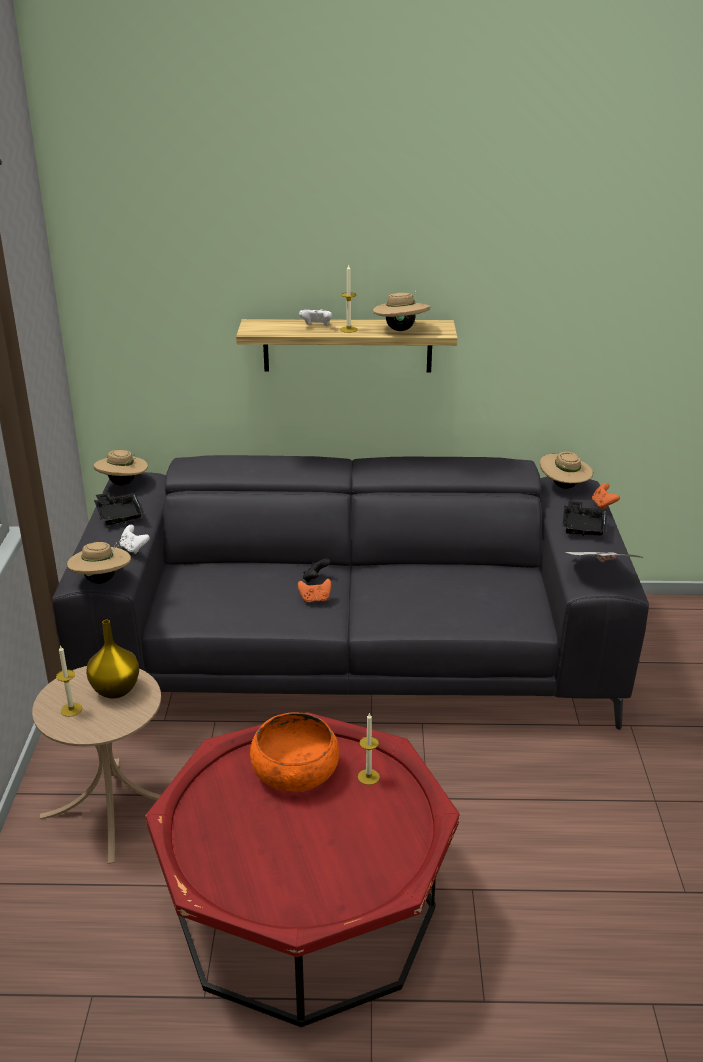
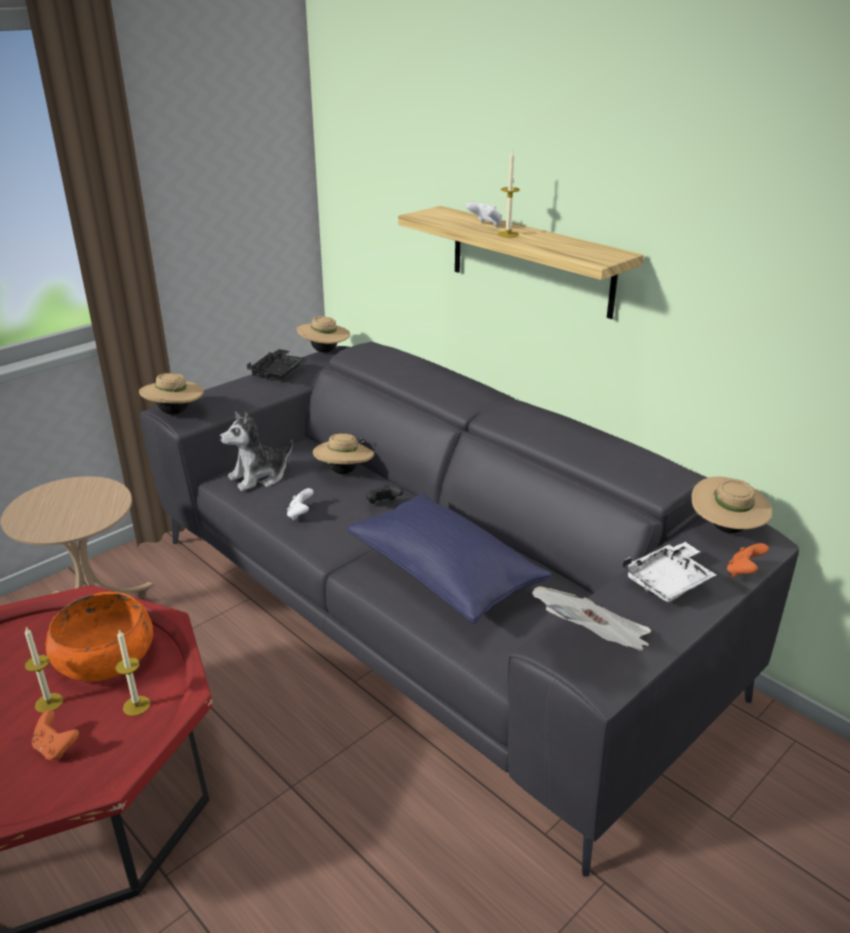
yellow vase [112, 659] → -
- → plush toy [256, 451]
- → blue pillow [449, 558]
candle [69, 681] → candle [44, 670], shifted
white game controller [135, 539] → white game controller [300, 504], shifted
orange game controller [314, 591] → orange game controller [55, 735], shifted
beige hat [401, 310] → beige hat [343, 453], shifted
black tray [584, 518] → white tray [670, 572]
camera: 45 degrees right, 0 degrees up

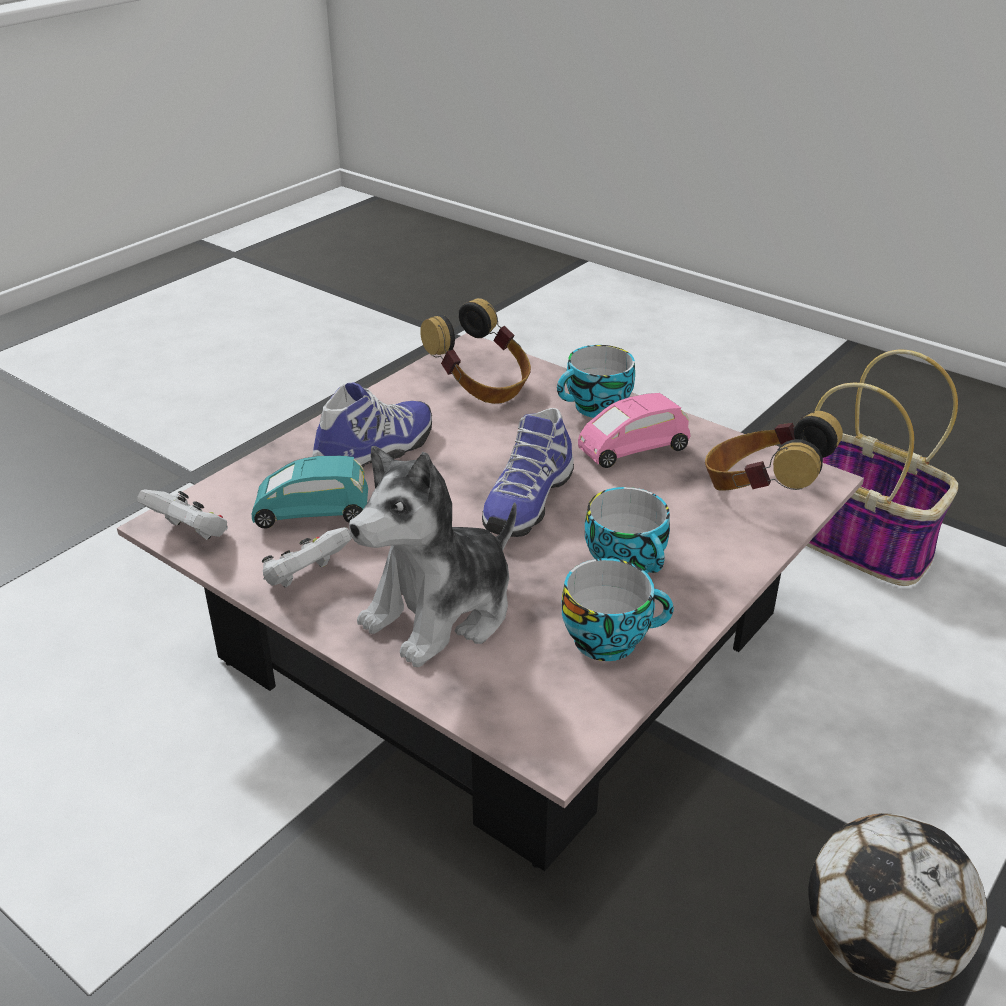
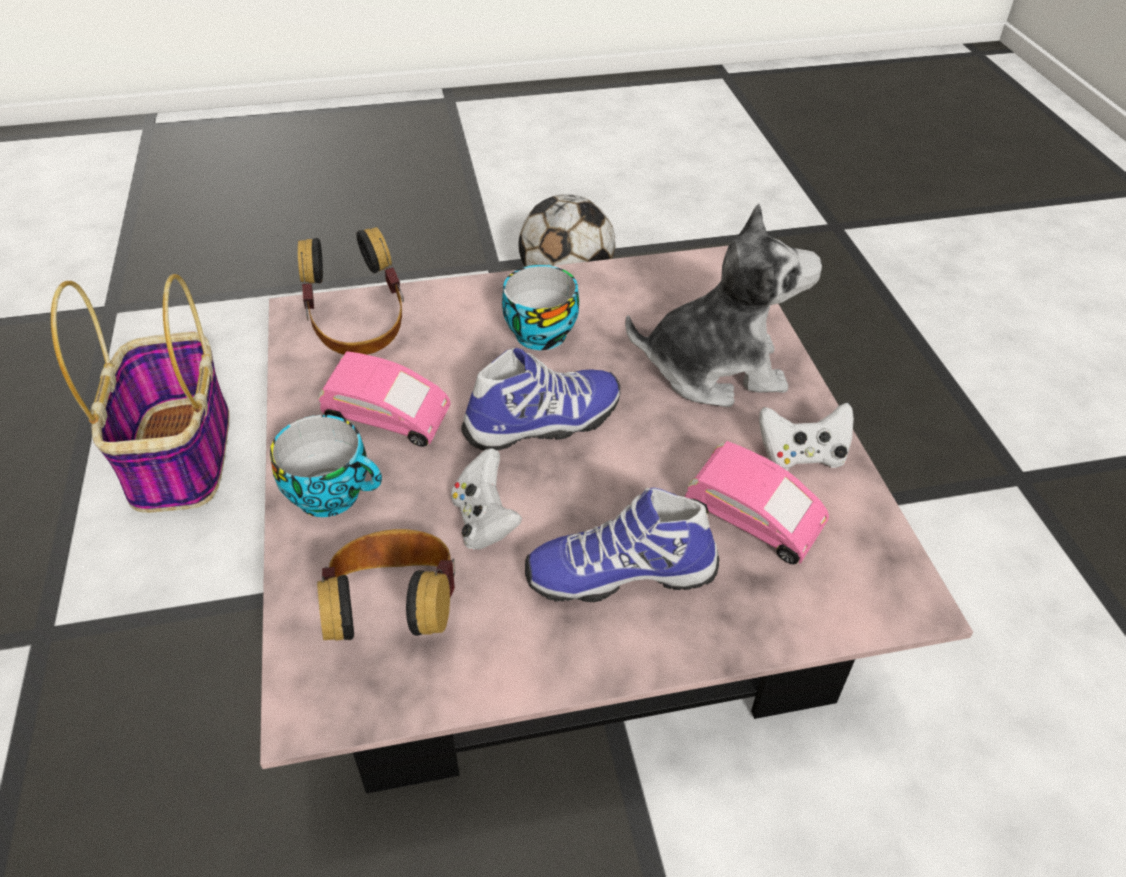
cup [618, 609] → -
white game controller [182, 514] → white game controller [486, 499], shifted
turquoise toy car [310, 492] → pink toy car [757, 502]
camera: 140 degrees left, 10 degrees up

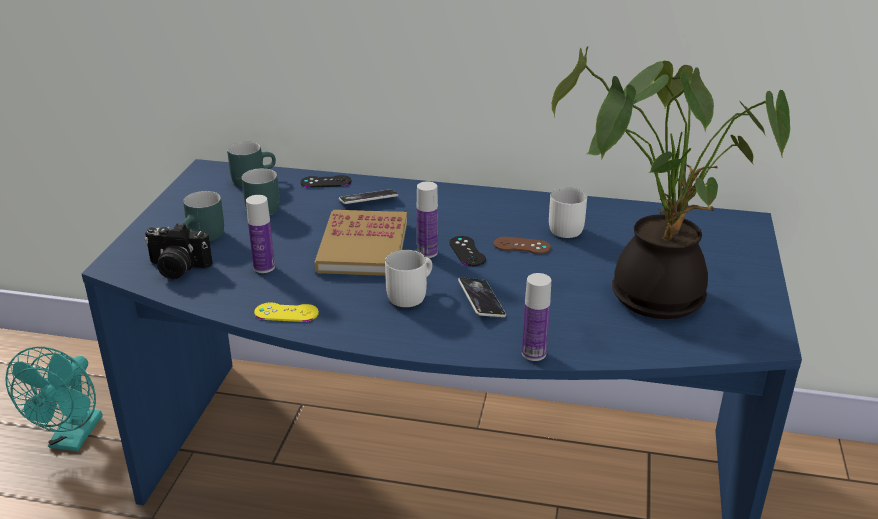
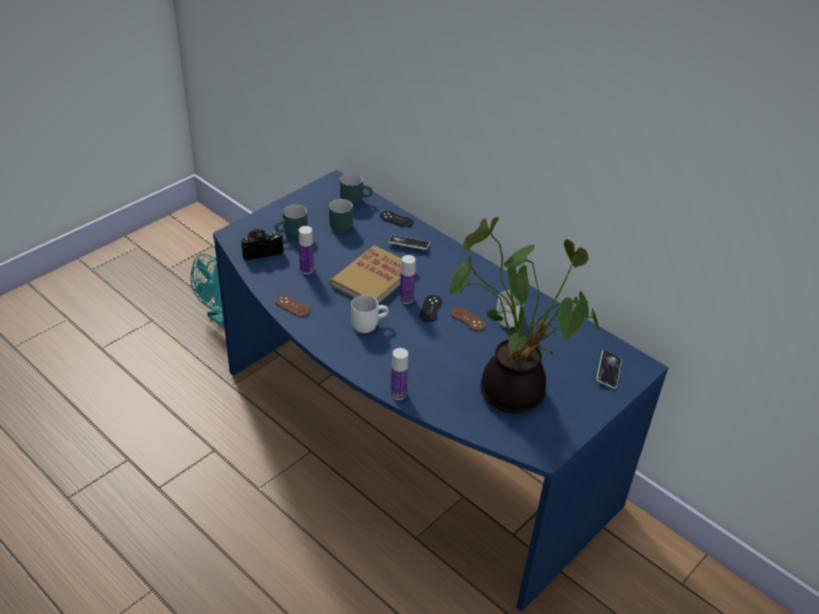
phone [482, 297] → phone [609, 369], shifted
yellow game controller [286, 312] → brown game controller [292, 306]
photo camera [178, 251] → photo camera [262, 244], 120 degrees clockwise
camera: 30 degrees right, 10 degrees up

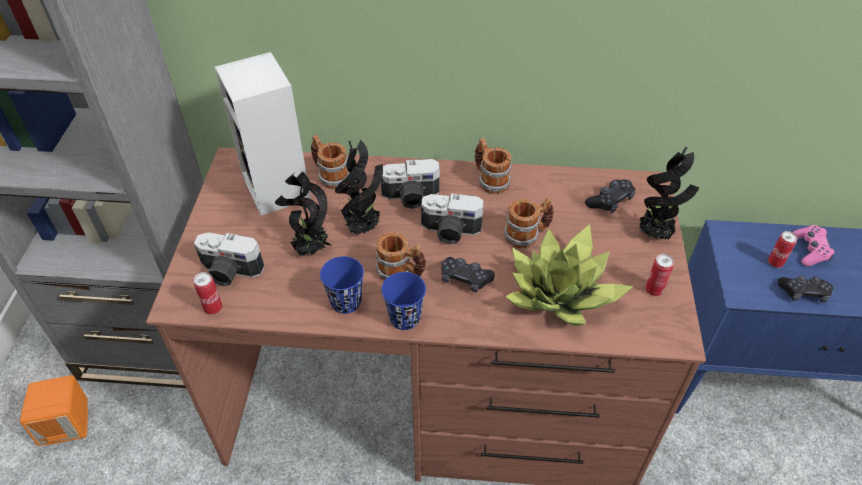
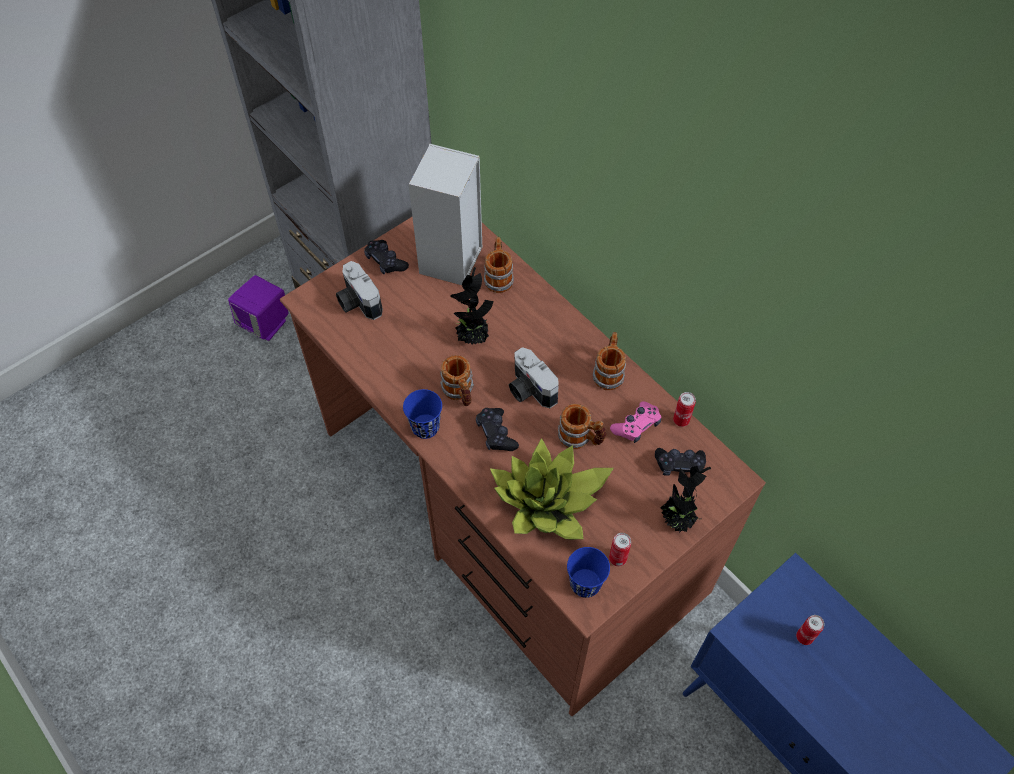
potted plant [304, 213] → -
photo camera [410, 184] → -
can [207, 293] → can [684, 409], shifted
blue cup [342, 285] → blue cup [588, 572], shifted
black game controller [805, 289] → black game controller [386, 257], shifted
pink game controller [813, 245] → pink game controller [635, 422], shifted
orange speaker [54, 410] → purple speaker [258, 308]
camera: 45 degrees right, 10 degrees up

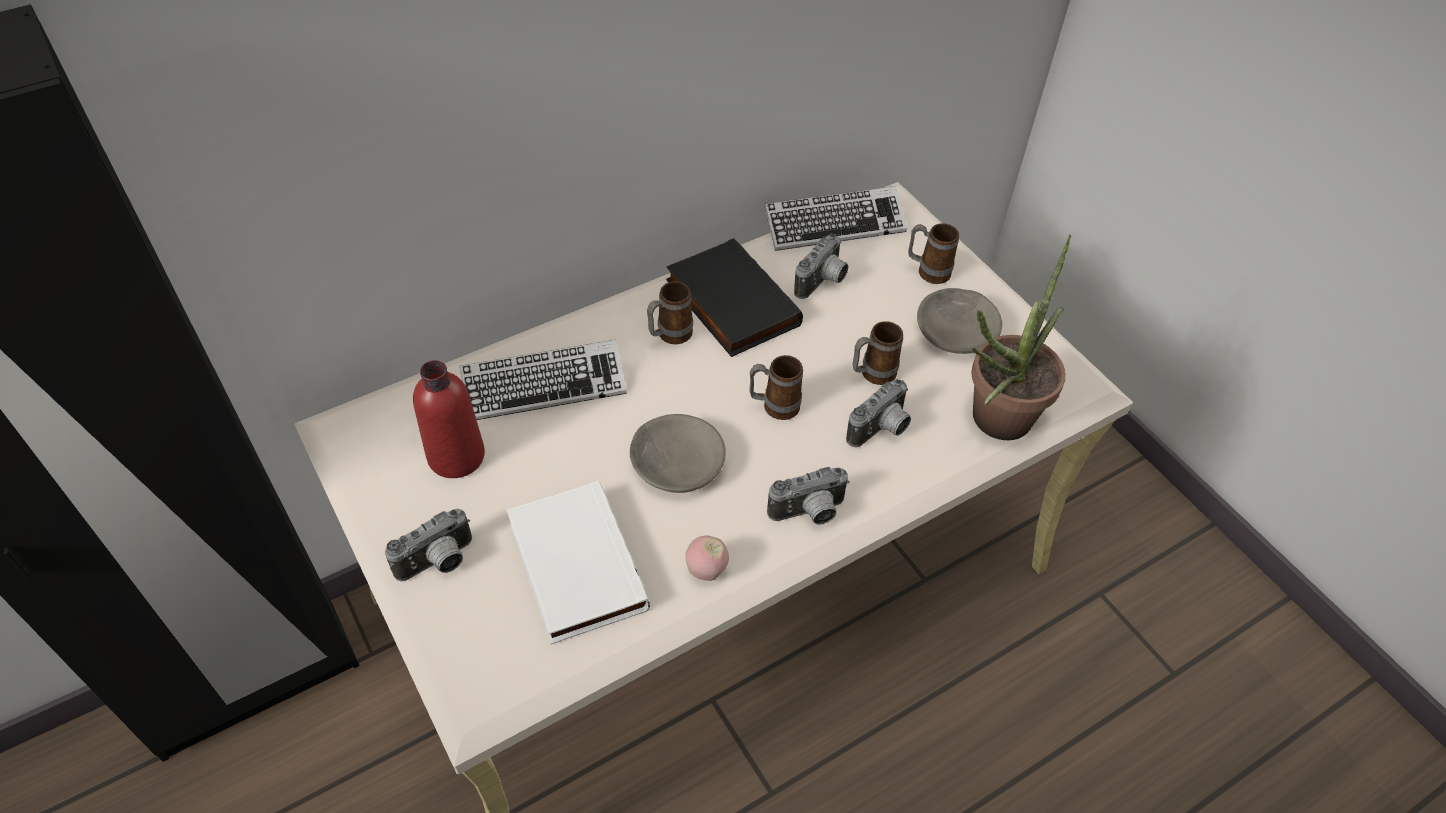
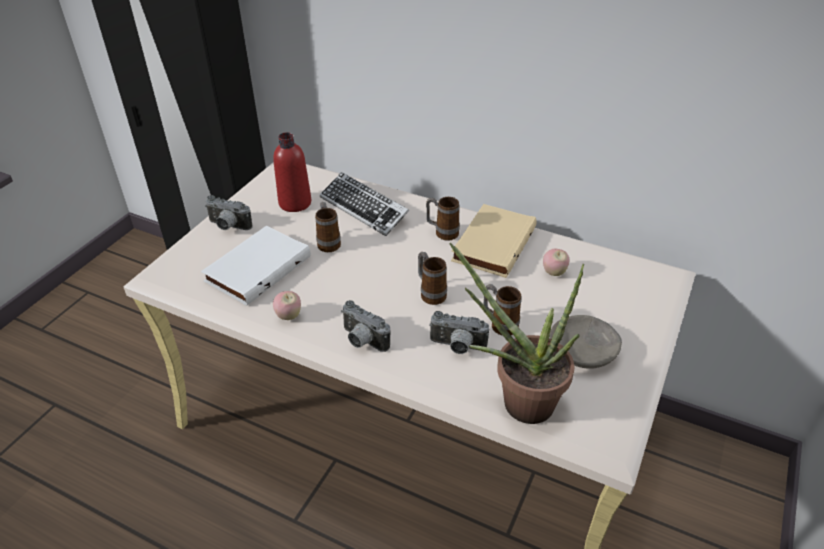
grey bowl [678, 453] → -
keyboard [835, 218] → -
mug [933, 253] → mug [328, 227], shifted
photo camera [821, 266] → apple [556, 262]
black book [734, 297] → beige book [494, 241]
camera: 60 degrees right, 10 degrees down

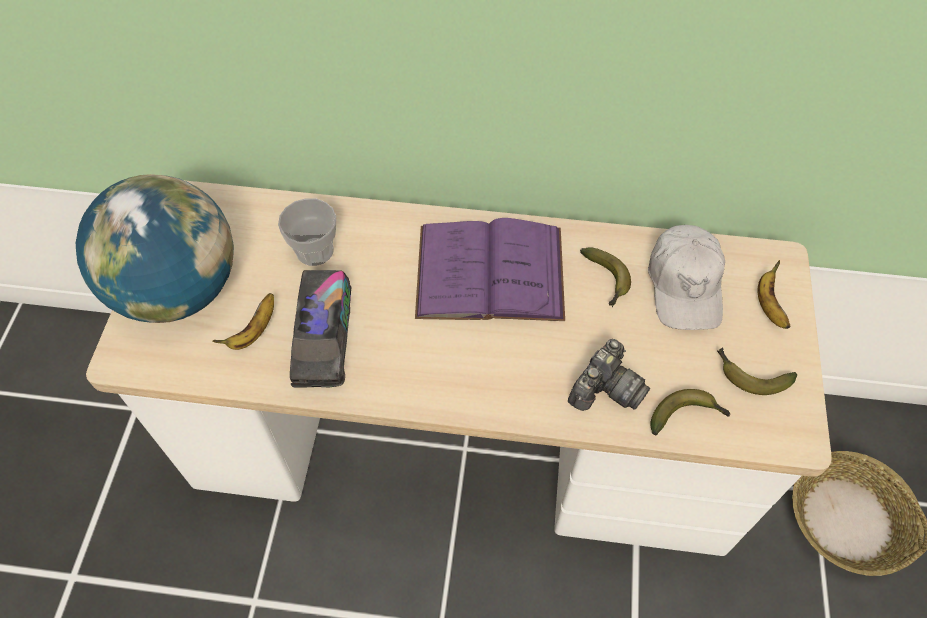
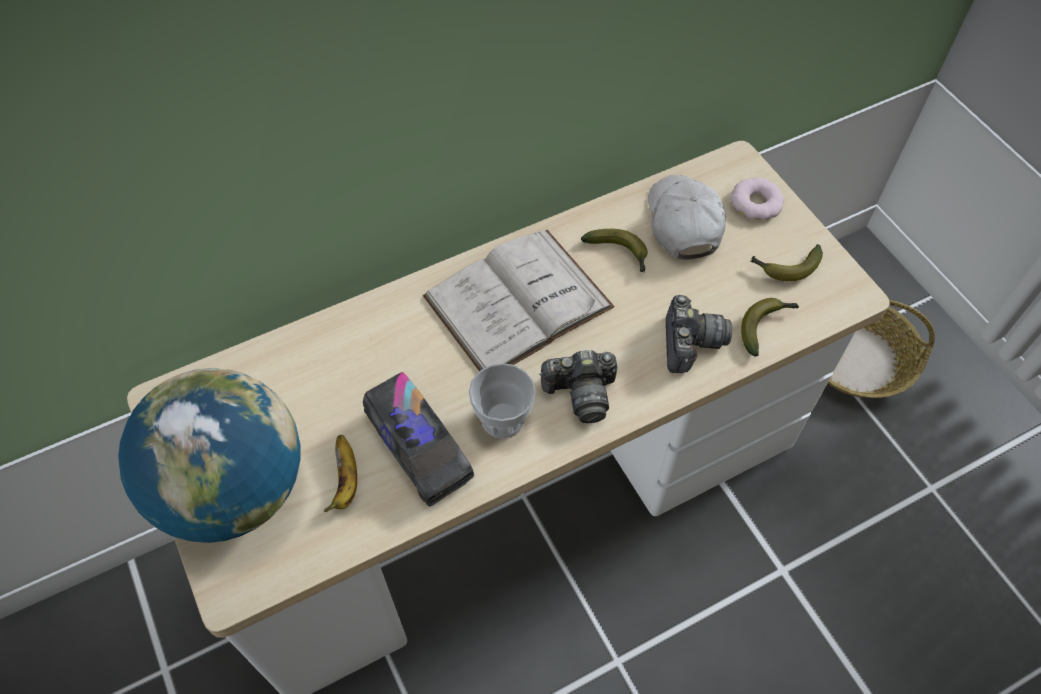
- → photo camera [578, 386]
cup [307, 232] → cup [502, 400], shifted
banana [774, 294] → donut [757, 198]
purple book [490, 269] → white book [518, 300]
white cap [686, 277] → white cap [687, 217], 150 degrees counterclockwise
camera: 35 degrees left, 0 degrees up

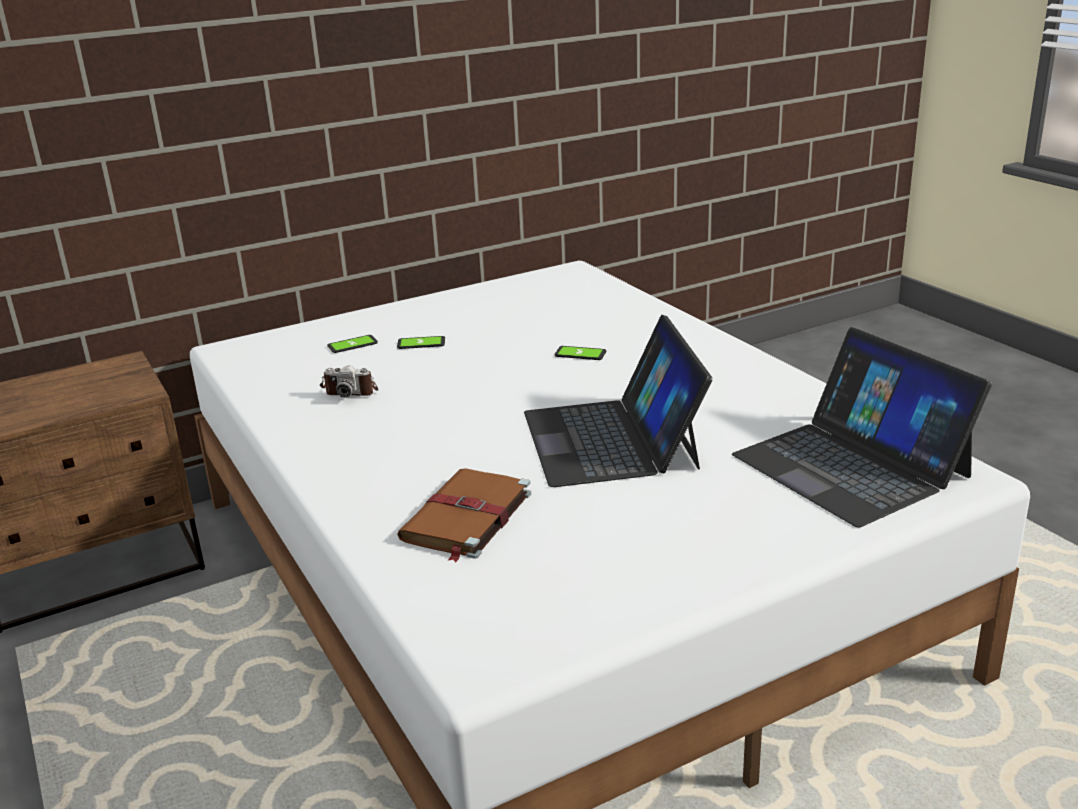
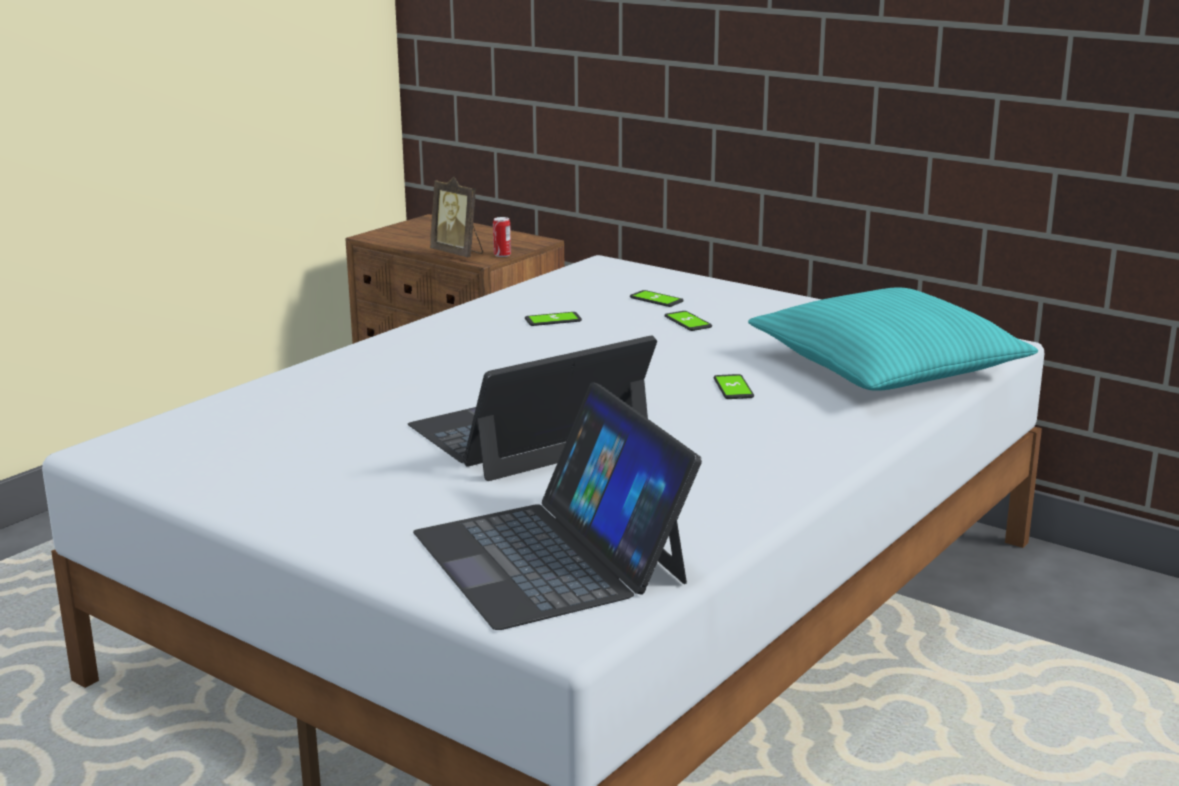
brown book [464, 515] → -
- → picture frame [456, 217]
- → can [502, 237]
- → turquoise pillow [893, 339]
photo camera [349, 382] → phone [553, 319]
laptop [862, 427] → laptop [557, 506], 60 degrees counterclockwise
camera: 65 degrees right, 5 degrees down

